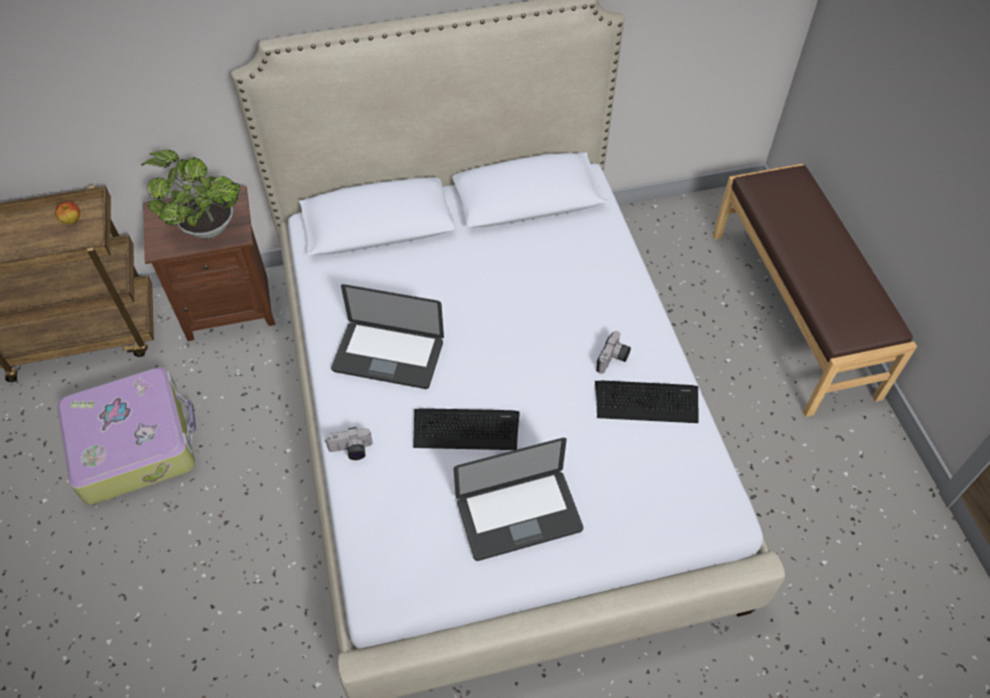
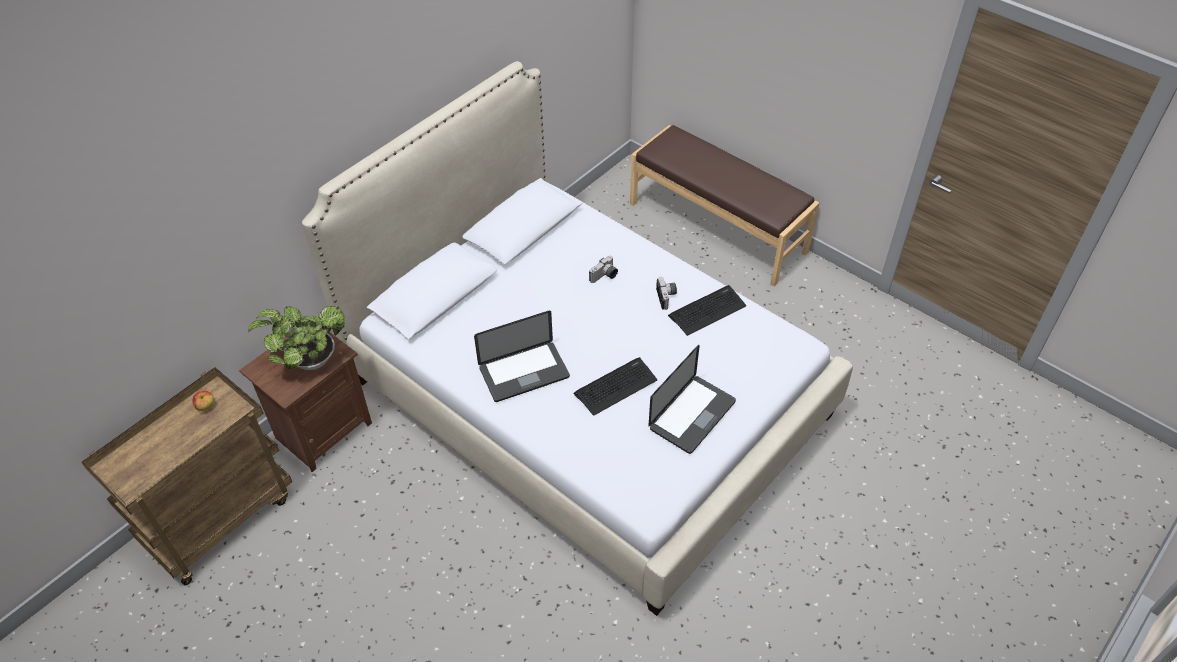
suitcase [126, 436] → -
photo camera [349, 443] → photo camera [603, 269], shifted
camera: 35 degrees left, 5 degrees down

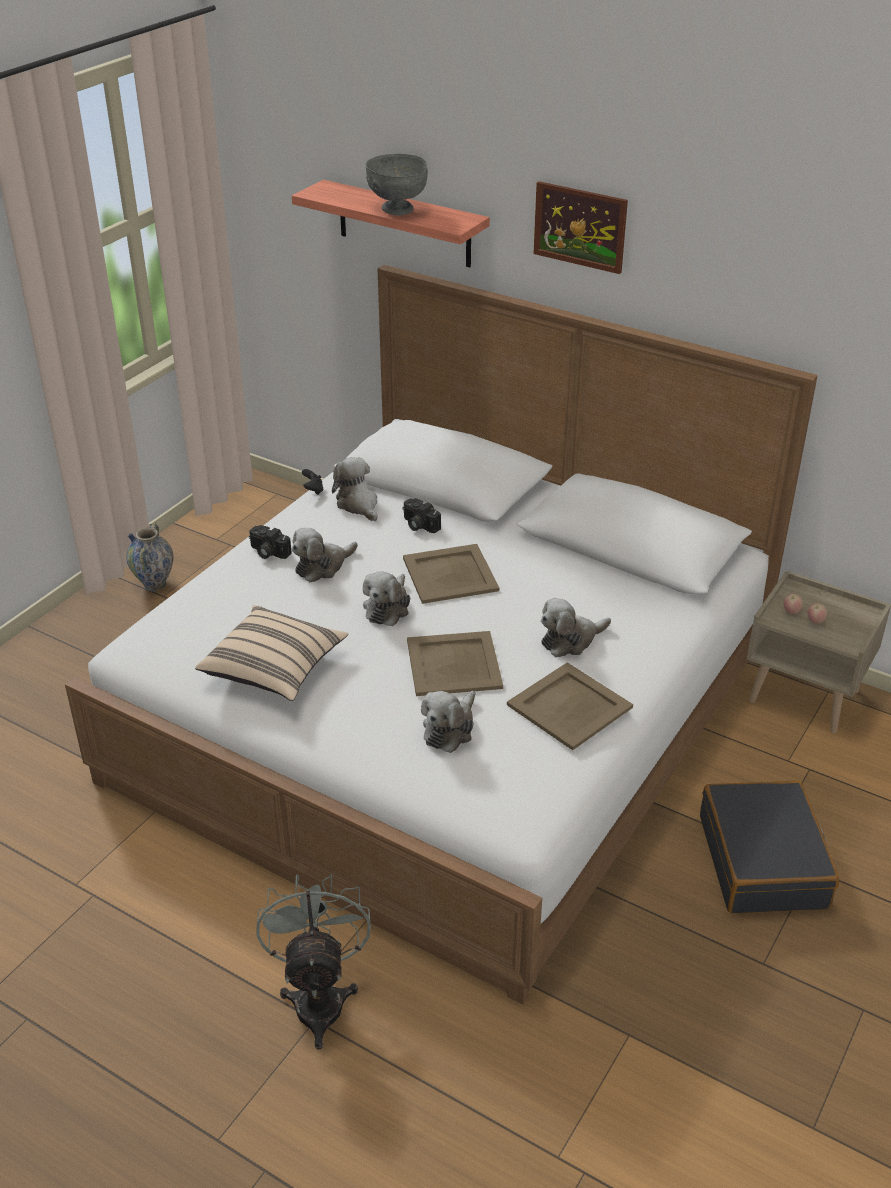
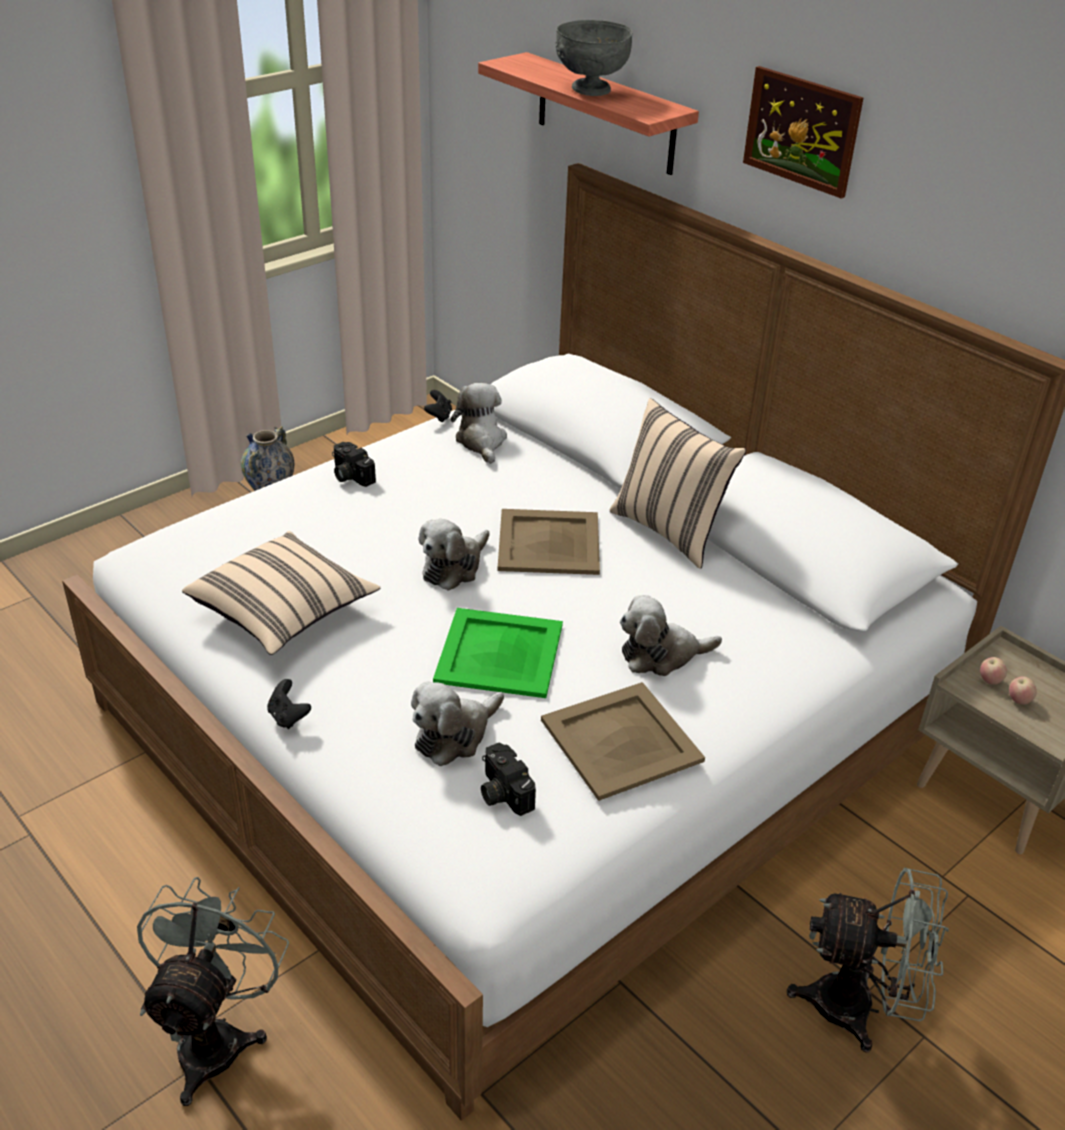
plush toy [325, 555] → -
- → black game controller [289, 704]
- → beige pillow [677, 483]
photo camera [421, 515] → photo camera [508, 779], shifted
black suitcase [769, 846] → grey fan [868, 960]
beige tray [455, 663] → green tray [498, 653]
camera: 15 degrees right, 0 degrees up

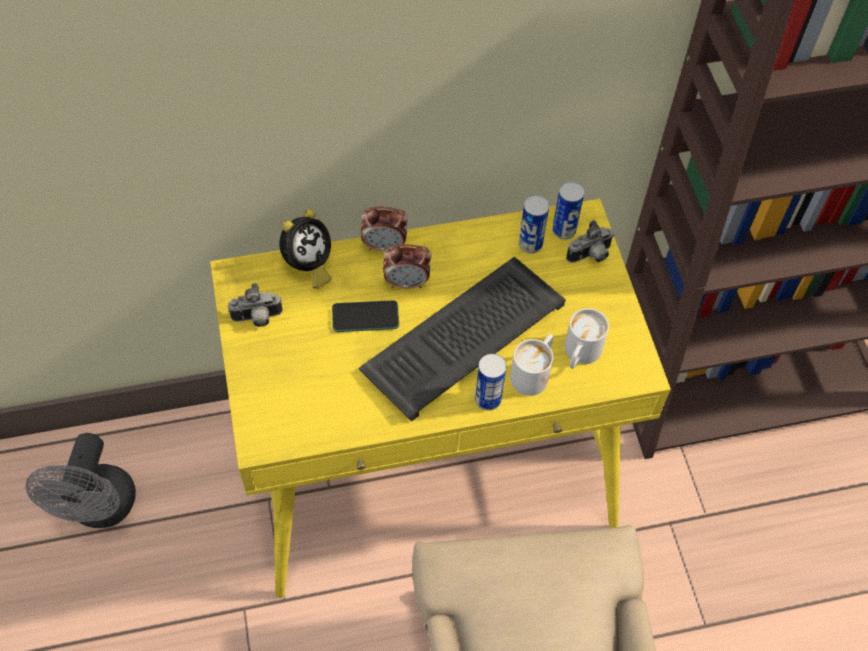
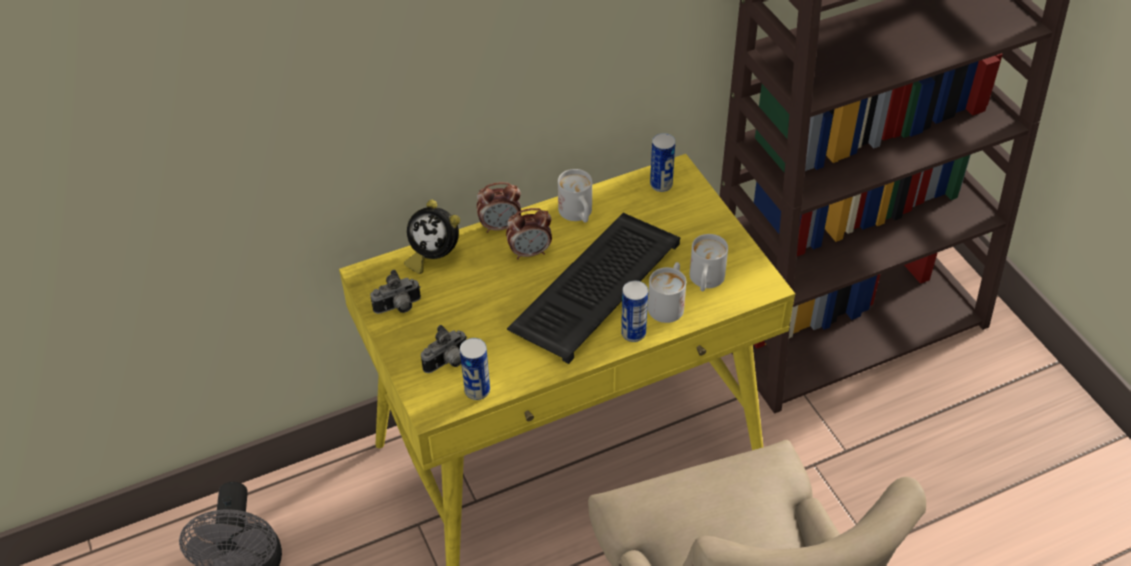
phone [365, 316] → -
- → white mug [575, 195]
can [534, 224] → can [475, 369], shifted
photo camera [590, 241] → photo camera [444, 349], shifted
alarm clock [305, 249] → alarm clock [432, 237], 90 degrees clockwise
camera: 10 degrees left, 10 degrees down

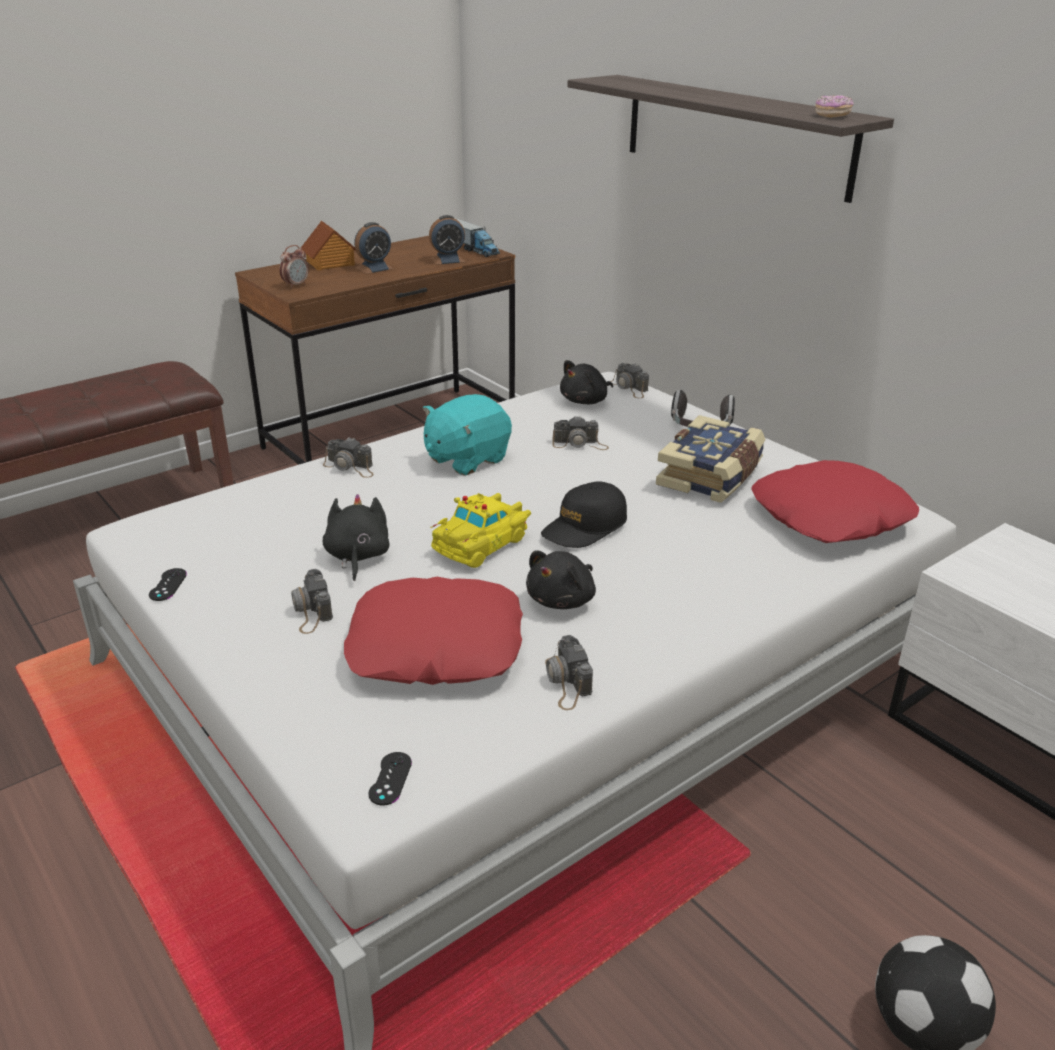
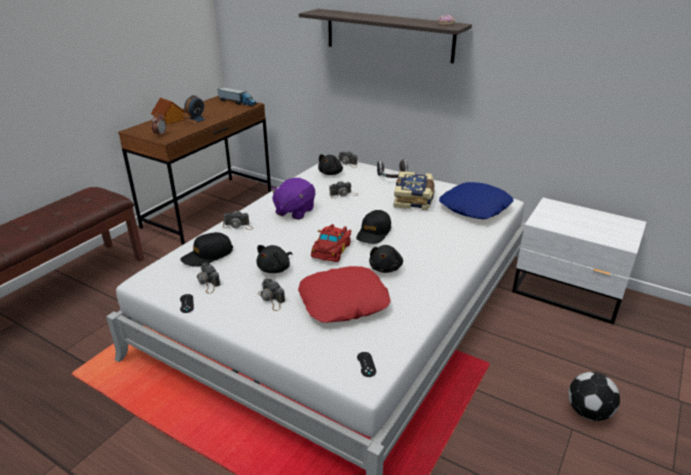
alarm clock [447, 240] → -
- → black cap [206, 249]
photo camera [569, 672] → photo camera [208, 278], shifted
turquoise plush toy [467, 434] → purple plush toy [292, 199]
yellow toy car [481, 530] → red toy car [331, 243]
red pillow [835, 501] → blue pillow [476, 200]
black plush toy [356, 537] → black plush toy [274, 259], 120 degrees counterclockwise
camera: 20 degrees left, 0 degrees up

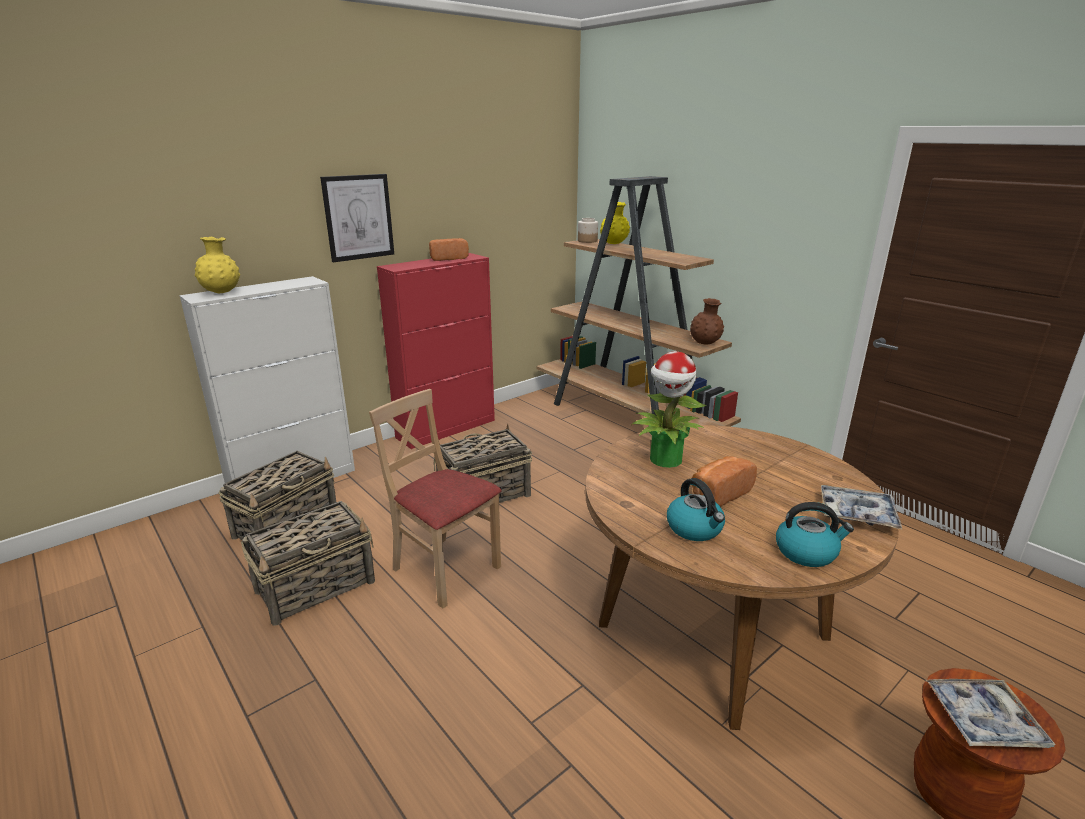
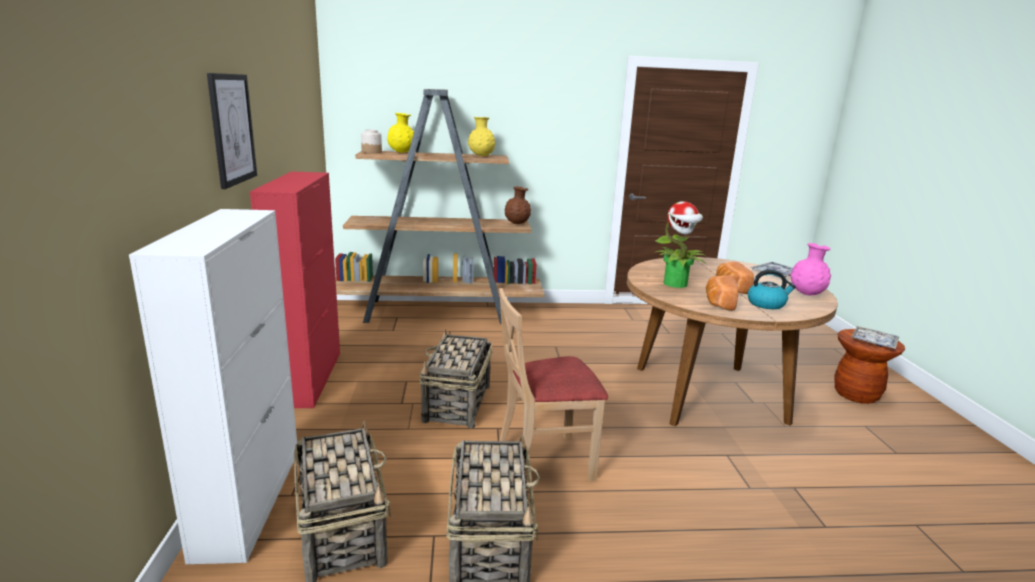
yellow vase [217, 265] → yellow vase [482, 136], shifted
bread [449, 249] → bread [722, 293], shifted
kettle [815, 534] → pink vase [810, 269]
camera: 55 degrees left, 5 degrees down

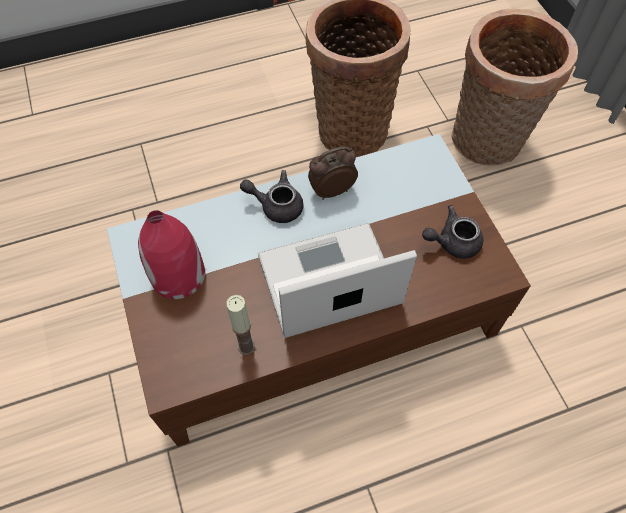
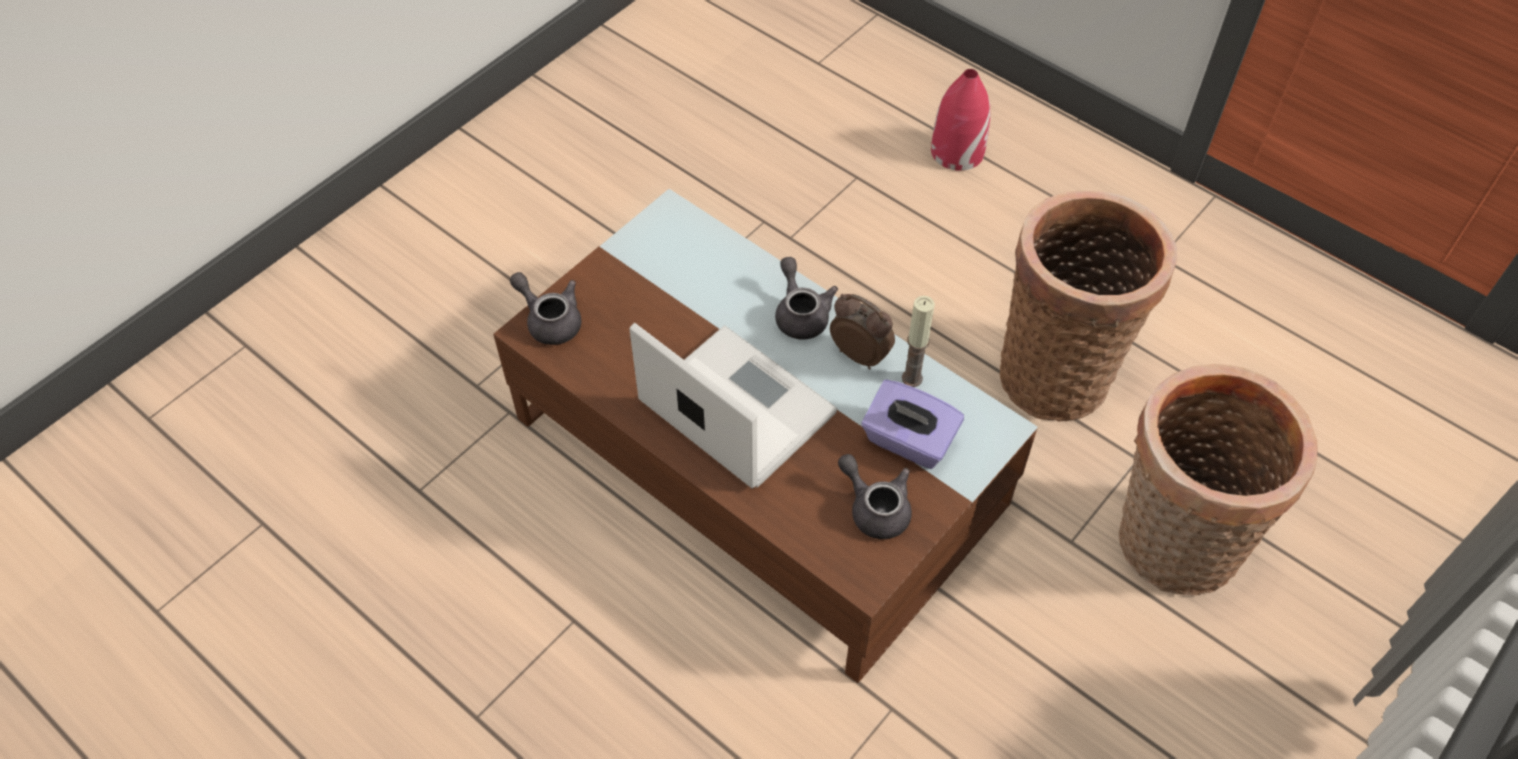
- → grey teapot [546, 308]
- → purple tissue box [912, 424]
red vase [171, 254] → red vase [961, 120], shifted
candle [240, 325] → candle [918, 341], shifted
camera: 60 degrees right, 5 degrees down

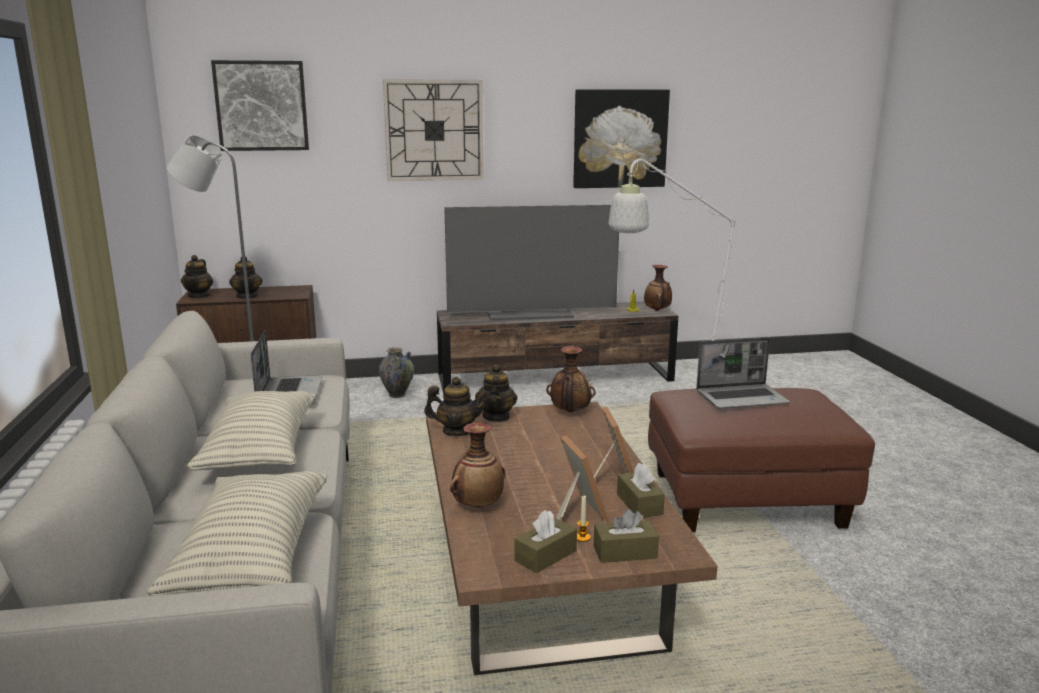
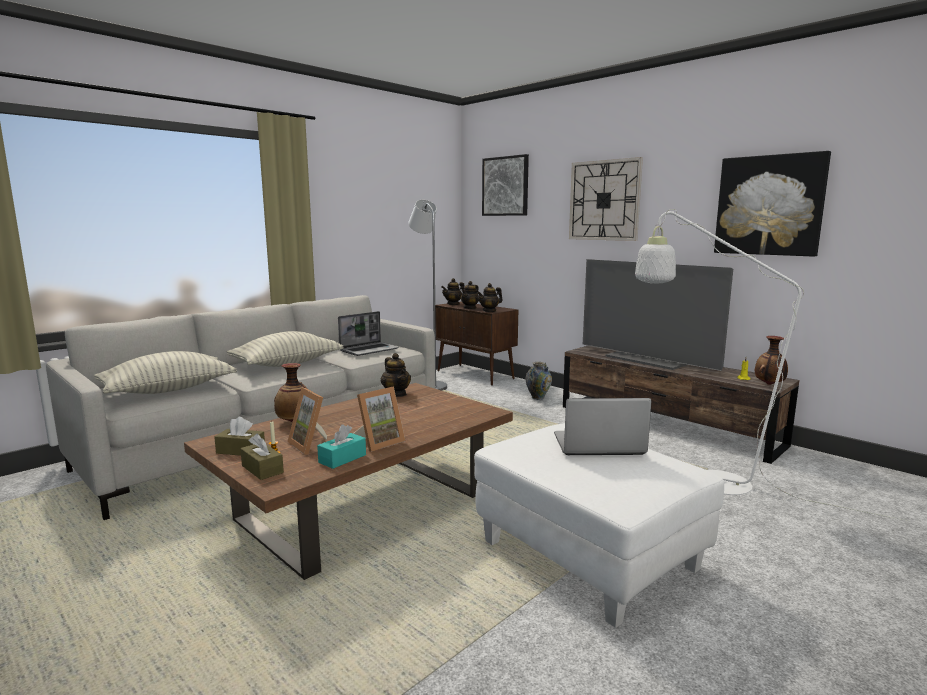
vase [571, 379] → -
teapot [496, 393] → teapot [490, 297], shifted
brown tissue box [641, 490] → turquoise tissue box [341, 446]
brown ottoman [761, 460] → white ottoman [599, 525]
picture frame [582, 478] → picture frame [307, 421], 105 degrees clockwise
laptop [743, 372] → laptop [602, 426], 135 degrees clockwise
camera: 55 degrees right, 5 degrees down

